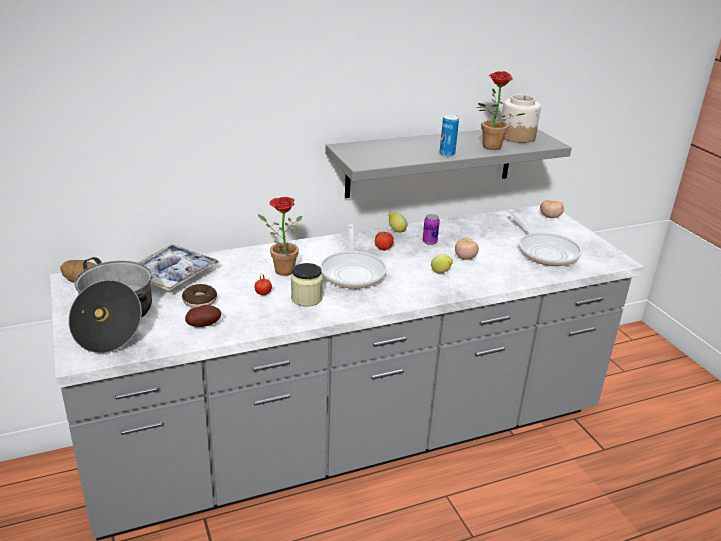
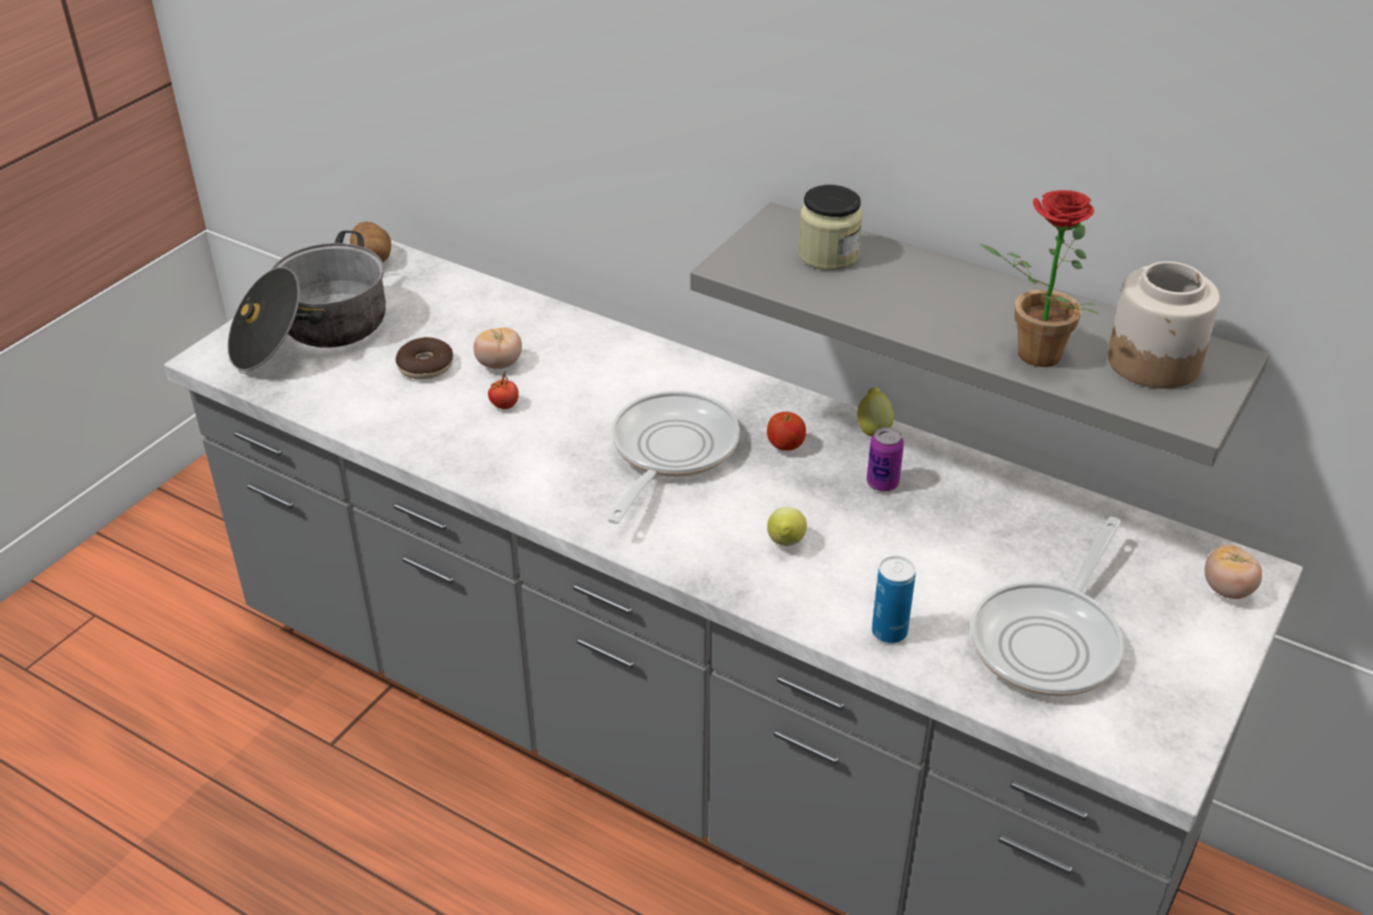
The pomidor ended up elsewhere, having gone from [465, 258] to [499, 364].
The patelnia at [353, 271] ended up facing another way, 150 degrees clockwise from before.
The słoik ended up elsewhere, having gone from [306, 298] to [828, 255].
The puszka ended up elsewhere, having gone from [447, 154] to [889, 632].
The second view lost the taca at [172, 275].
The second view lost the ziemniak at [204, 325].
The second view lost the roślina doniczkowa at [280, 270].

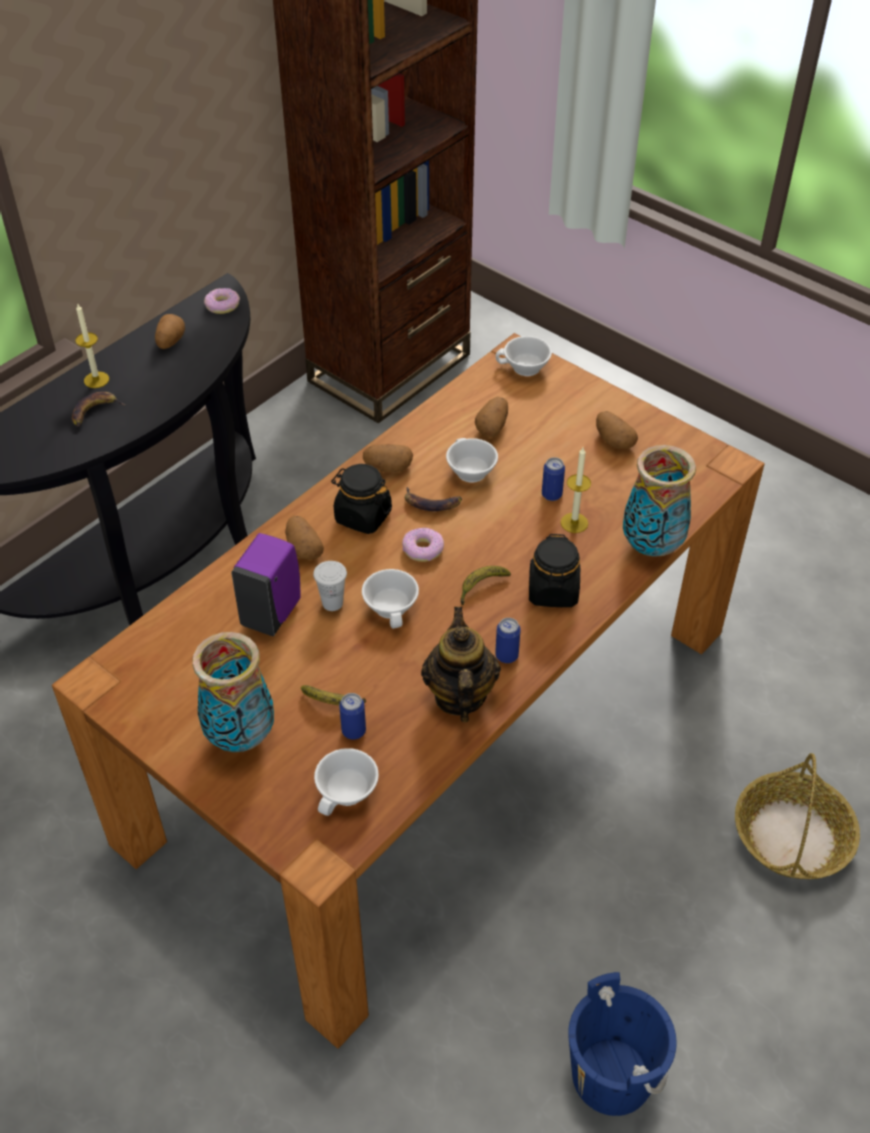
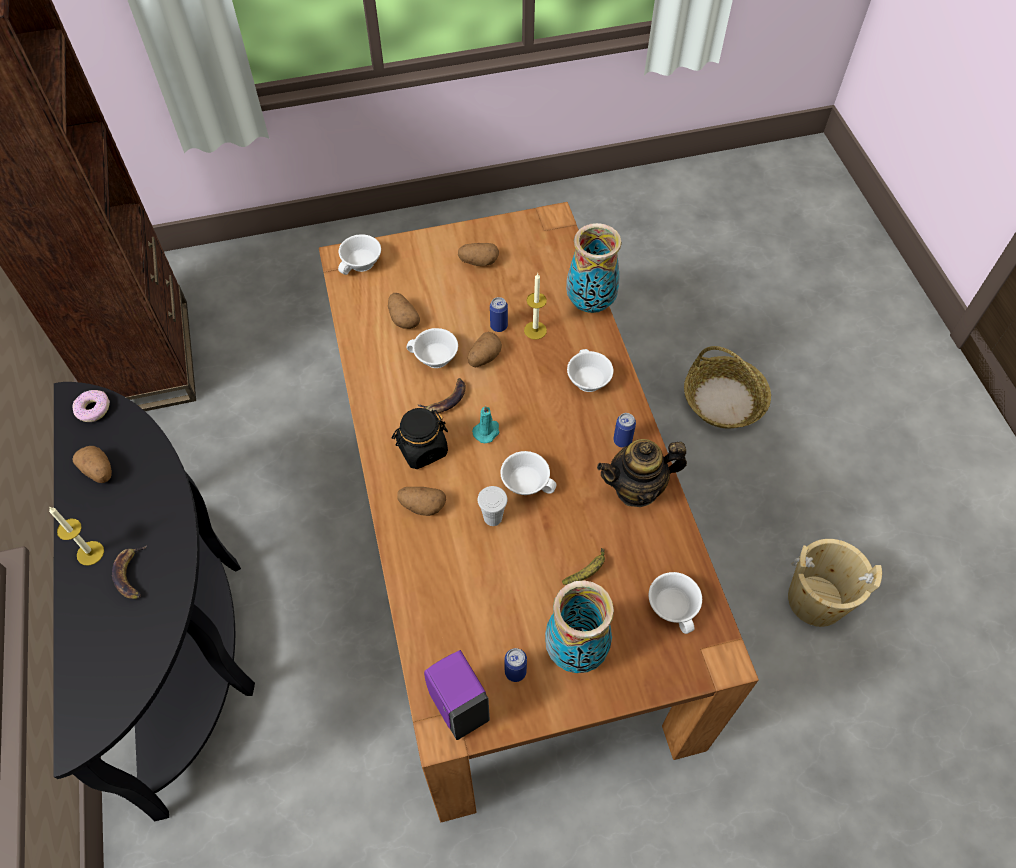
The dozownik mydła [fioletowy] ended up elsewhere, having gone from [272, 612] to [458, 705].
The ziemniak ended up elsewhere, having gone from [388, 468] to [484, 357].
Where the donut stood at [423, 549], the świeca [turkusowy] came to stand at [487, 431].
The puszka ended up elsewhere, having gone from [353, 731] to [515, 672].
Where the słoik [czarny] stood at [553, 591], the filiżanka [biały] came to stand at [586, 380].
The imbryk at [459, 695] ended up facing another way, 45 degrees counterclockwise from before.
What was the wiadro [niebieski] at [612, 1075] turned into the wiadro [beżowy] at [816, 600].
The second view lost the banan at [481, 587].

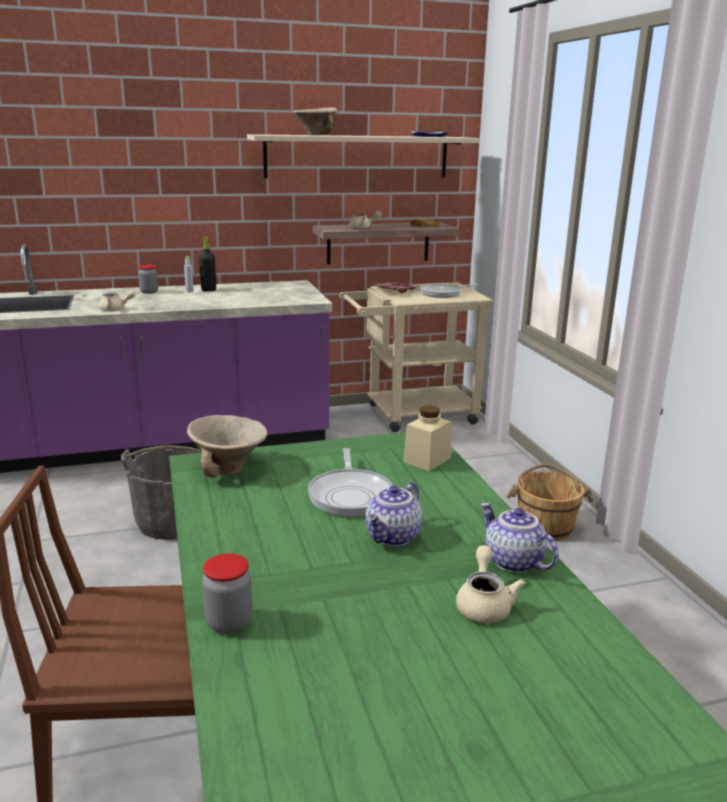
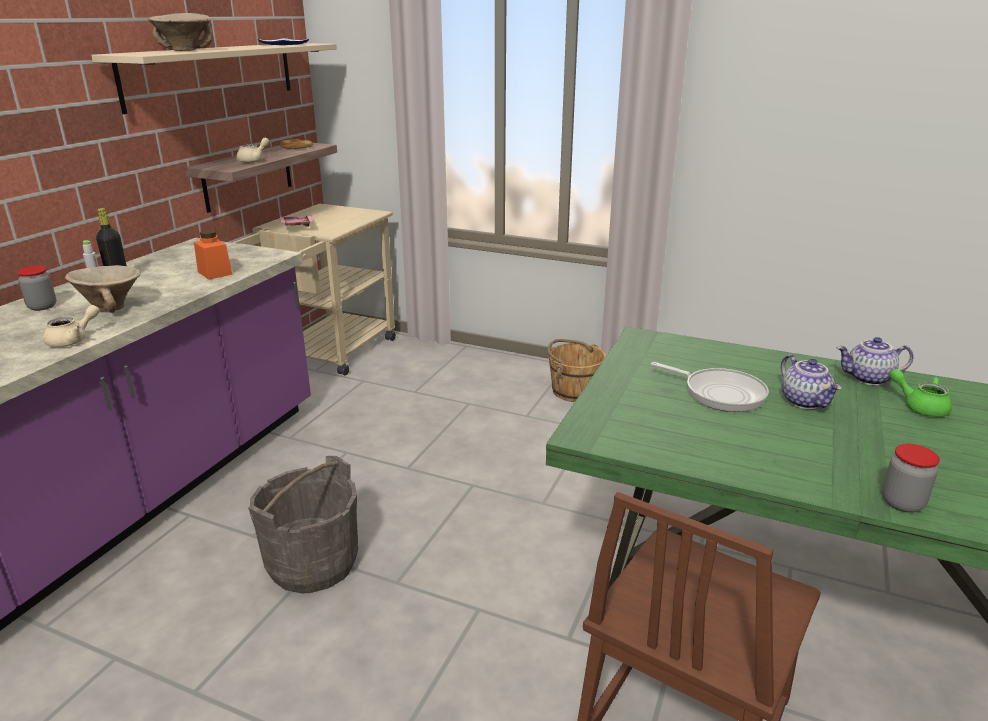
The miska [beżowy] ended up elsewhere, having gone from [230, 468] to [112, 307].
The second view gained the słoik [pomarańczowy] at [215, 273].
What was the imbryk [beżowy] at [484, 604] turned into the imbryk [zielony] at [919, 406].
The second view lost the słoik [beżowy] at [427, 460].
The second view lost the patelnia at [443, 293].

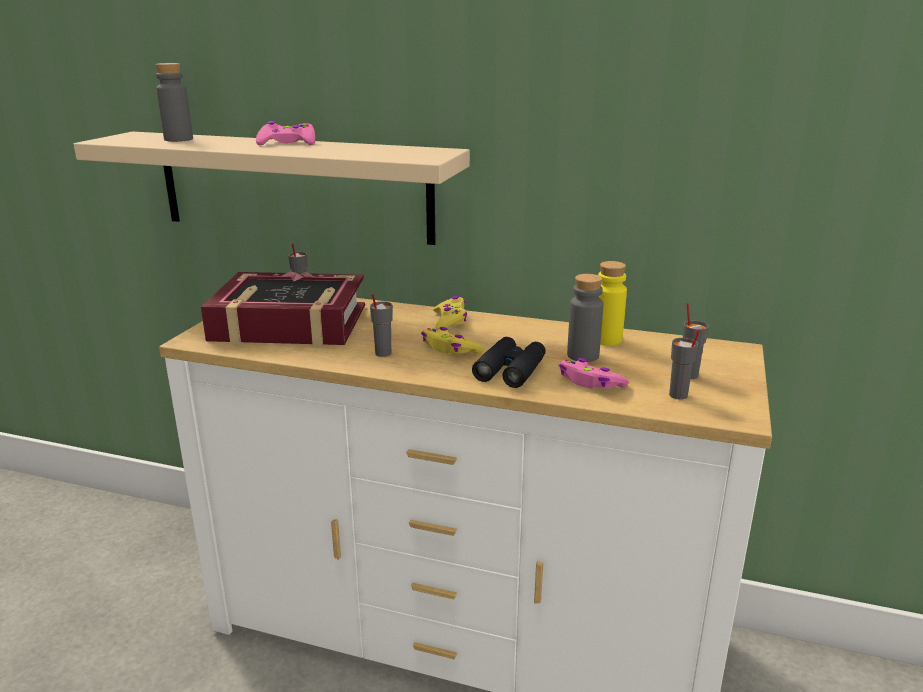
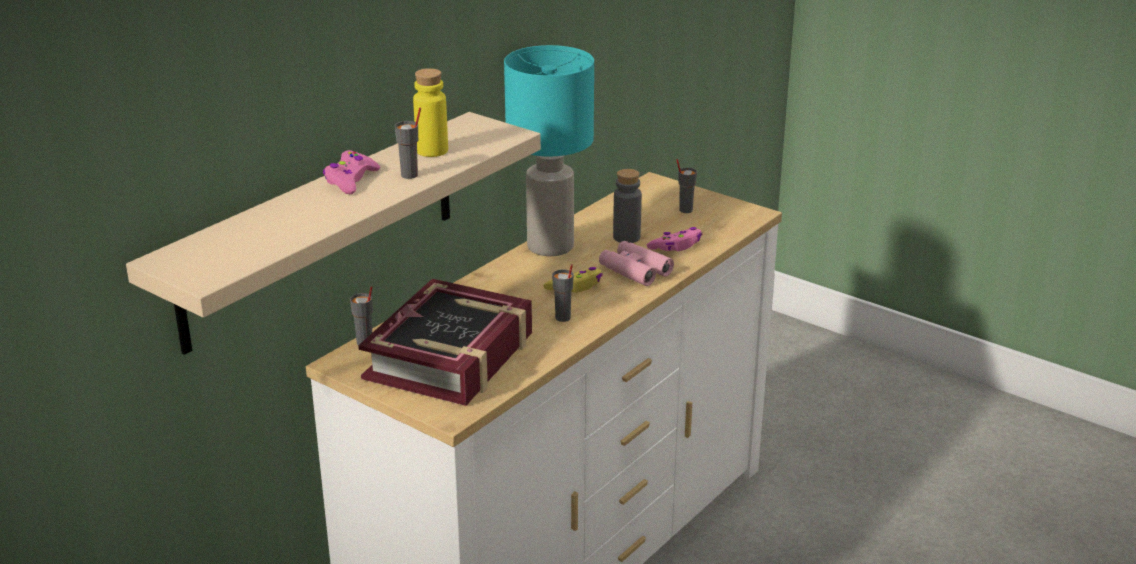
The filiżanka [szary] ended up elsewhere, having gone from [678, 395] to [410, 175].
The butelka [żółty] ended up elsewhere, having gone from [606, 339] to [432, 151].
The second view gained the lampa stołowa [turkusowy] at [551, 246].
What was the lornetka [czarny] at [510, 370] turned into the lornetka [różowy] at [635, 270].
The second view lost the butelka [szary] at [178, 139].
The second view lost the pad do gier [żółty] at [450, 321].

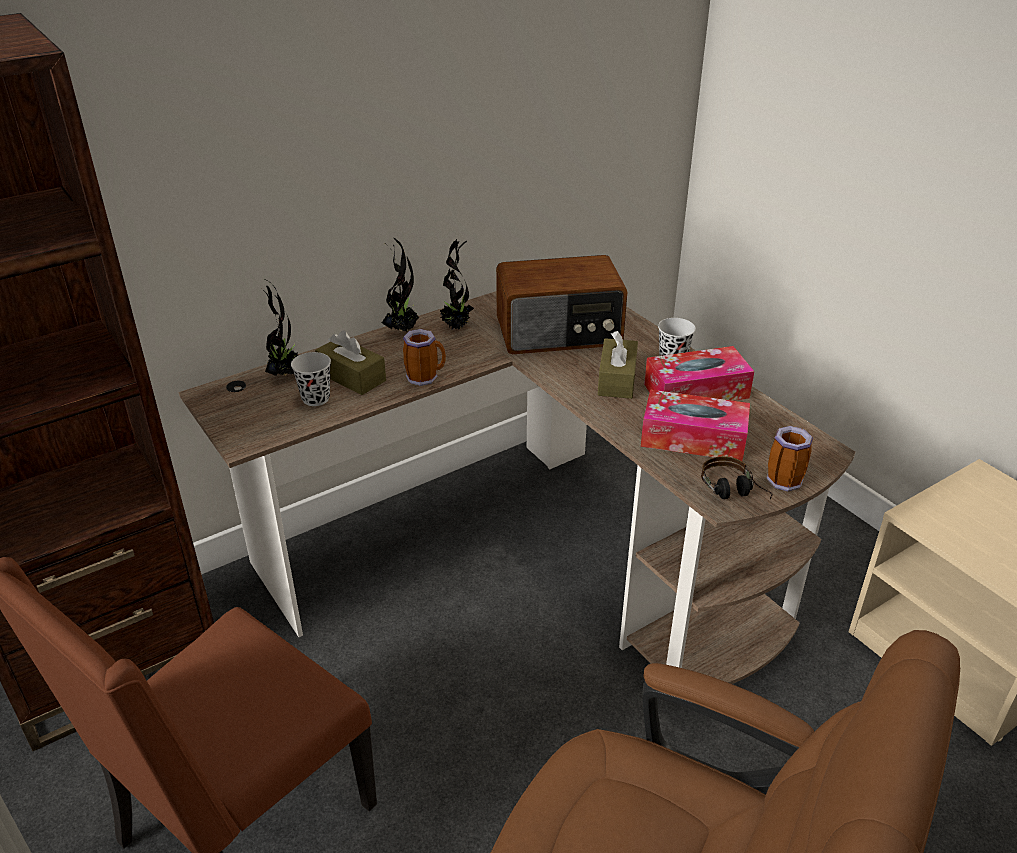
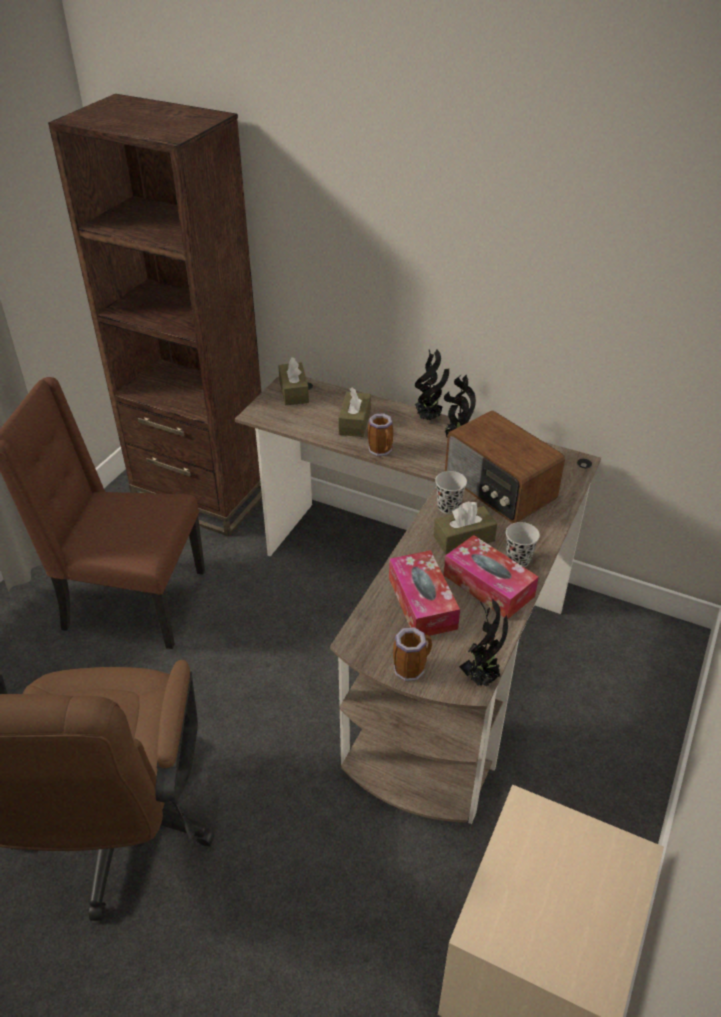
The second view gained the pudełko chusteczek [brązowy] at [294, 392].
The filiżanka [czarny] ended up elsewhere, having gone from [316, 398] to [448, 507].
The roślina doniczkowa ended up elsewhere, having gone from [285, 373] to [482, 677].
The second view lost the słuchawki at [734, 493].

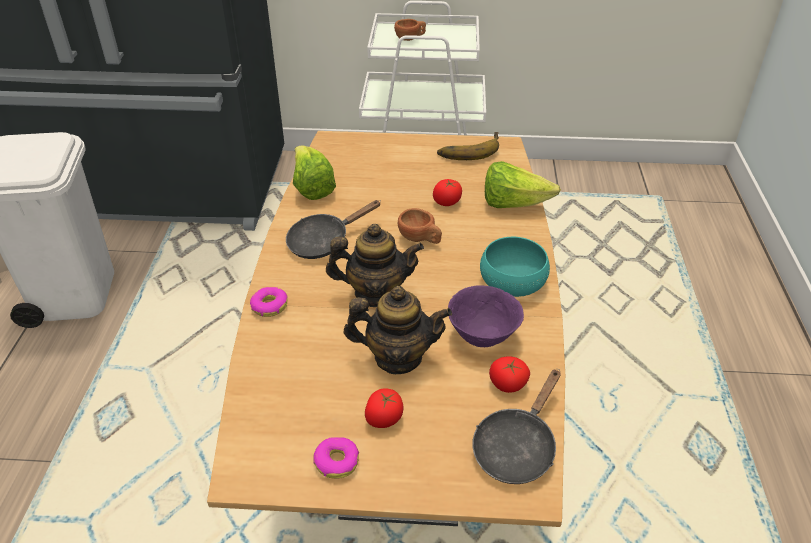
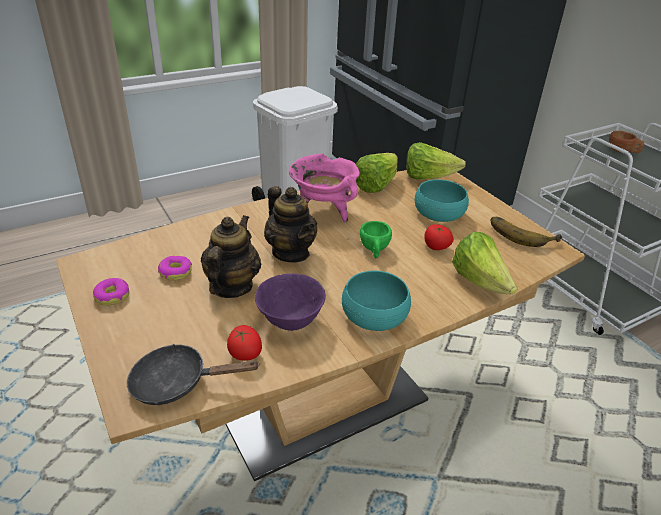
The donut ended up elsewhere, having gone from [269, 306] to [175, 272].
The imbryk at [398, 357] ended up facing another way, 135 degrees counterclockwise from before.
Where the patelnia [czarny] stood at [323, 241], the garnek [różowy] came to stand at [323, 211].
What was the filiżanka [brązowy] at [420, 239] turned into the filiżanka [zielony] at [374, 250].
The second view gained the sałata at [428, 177].
The second view gained the miska [turkusowy] at [438, 213].
The second view lost the pomidor at [384, 419].

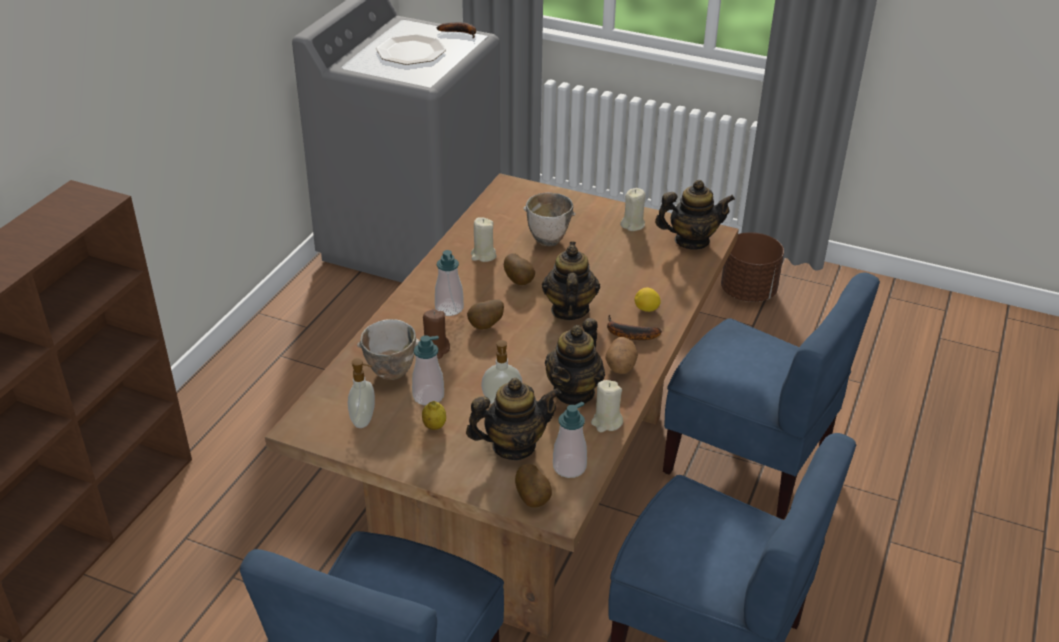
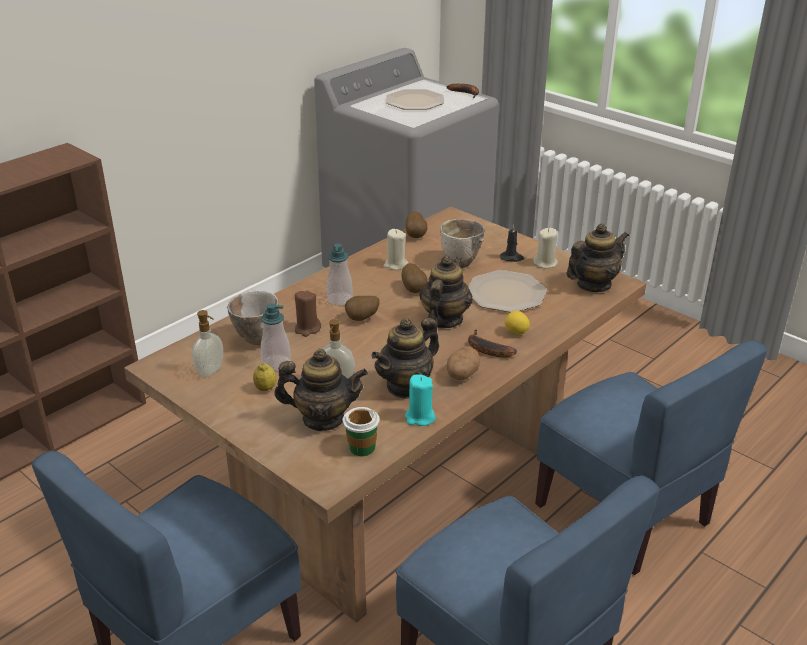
Where the dozownik mydła stood at [569, 467], the filiżanka came to stand at [361, 447].
What was the świeca [beżowy] at [606, 422] turned into the świeca [turkusowy] at [420, 417].
The ziemniak ended up elsewhere, having gone from [533, 498] to [416, 235].
The second view gained the talerz at [506, 294].
The second view gained the świeca [czarny] at [512, 258].
The imbryk at [691, 241] ended up facing another way, 45 degrees counterclockwise from before.
The second view lost the donica [brązowy] at [748, 292].

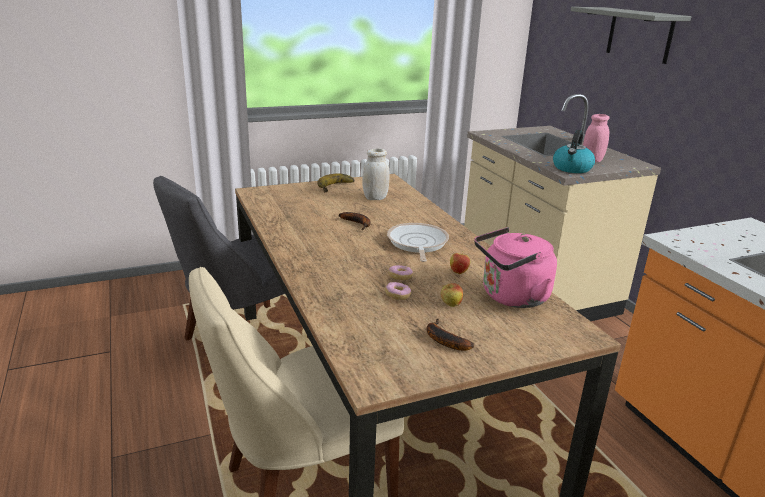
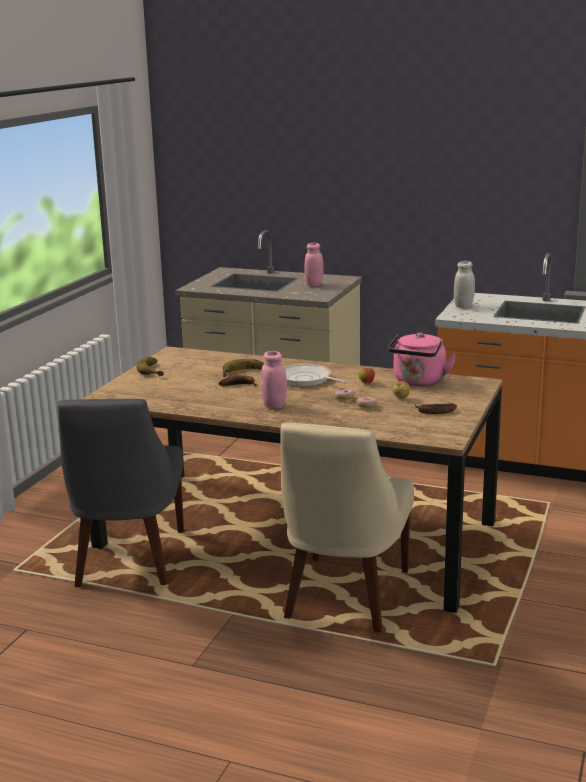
The second view gained the banan at [244, 373].
The second view gained the słoik [różowy] at [274, 405].
The słoik [biały] ended up elsewhere, having gone from [375, 198] to [463, 306].
The second view lost the czajnik at [572, 168].
The second view lost the półka [szary] at [639, 35].

